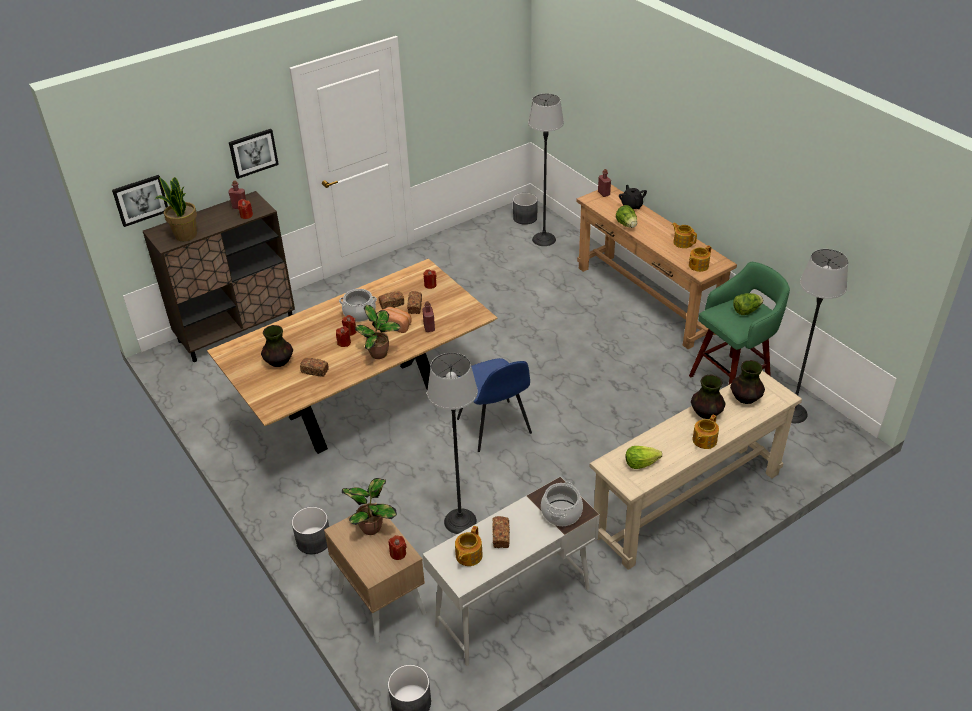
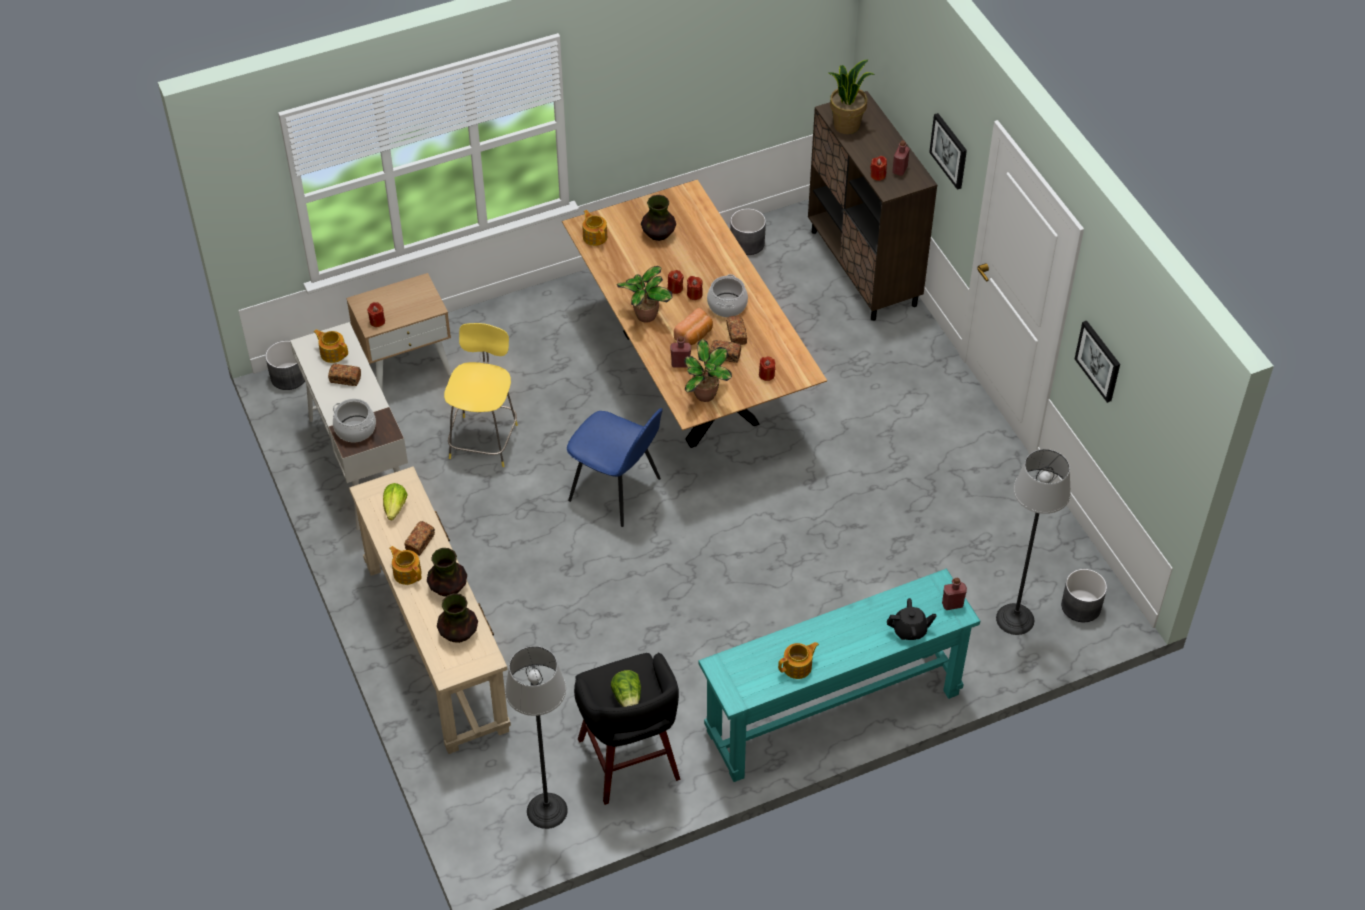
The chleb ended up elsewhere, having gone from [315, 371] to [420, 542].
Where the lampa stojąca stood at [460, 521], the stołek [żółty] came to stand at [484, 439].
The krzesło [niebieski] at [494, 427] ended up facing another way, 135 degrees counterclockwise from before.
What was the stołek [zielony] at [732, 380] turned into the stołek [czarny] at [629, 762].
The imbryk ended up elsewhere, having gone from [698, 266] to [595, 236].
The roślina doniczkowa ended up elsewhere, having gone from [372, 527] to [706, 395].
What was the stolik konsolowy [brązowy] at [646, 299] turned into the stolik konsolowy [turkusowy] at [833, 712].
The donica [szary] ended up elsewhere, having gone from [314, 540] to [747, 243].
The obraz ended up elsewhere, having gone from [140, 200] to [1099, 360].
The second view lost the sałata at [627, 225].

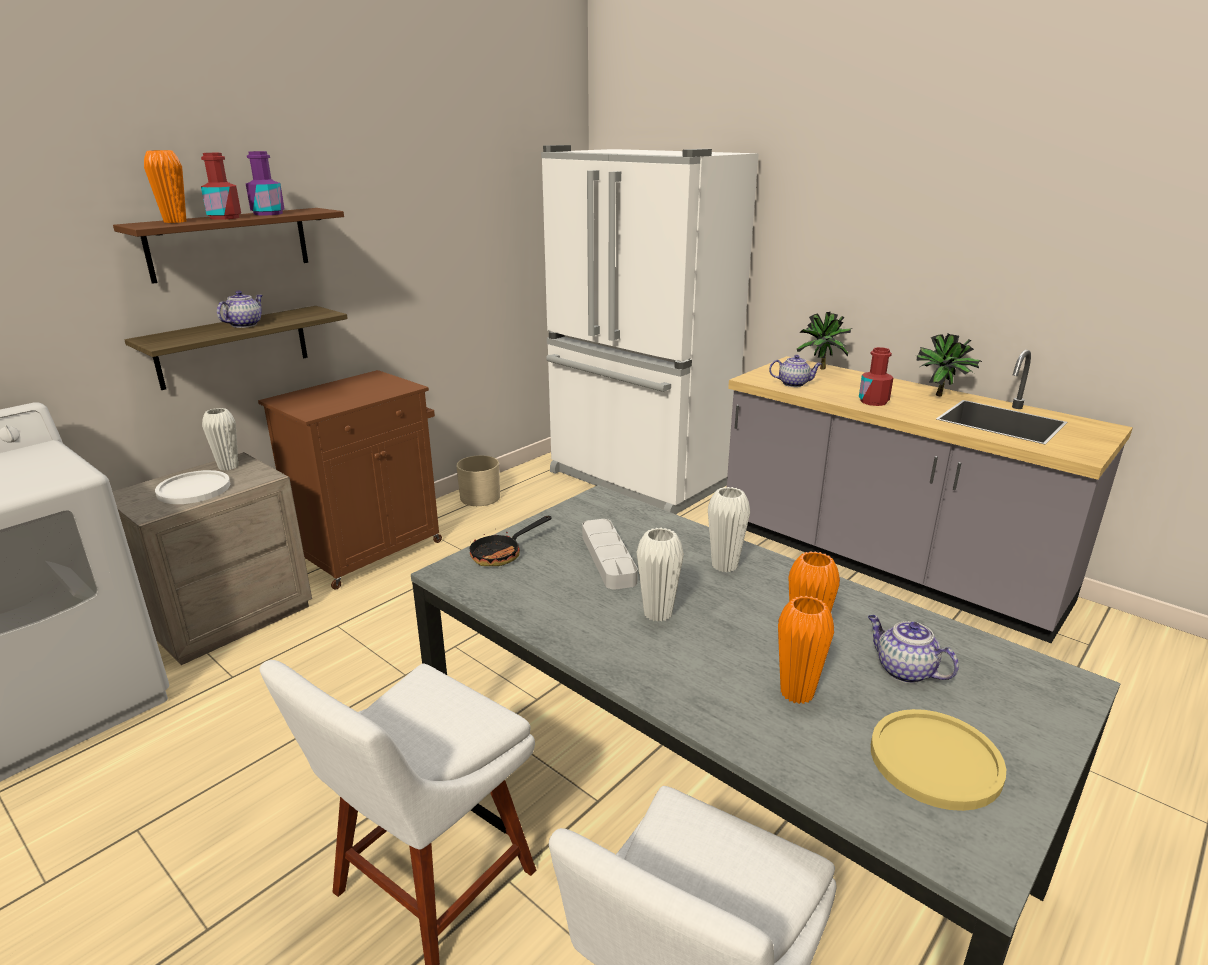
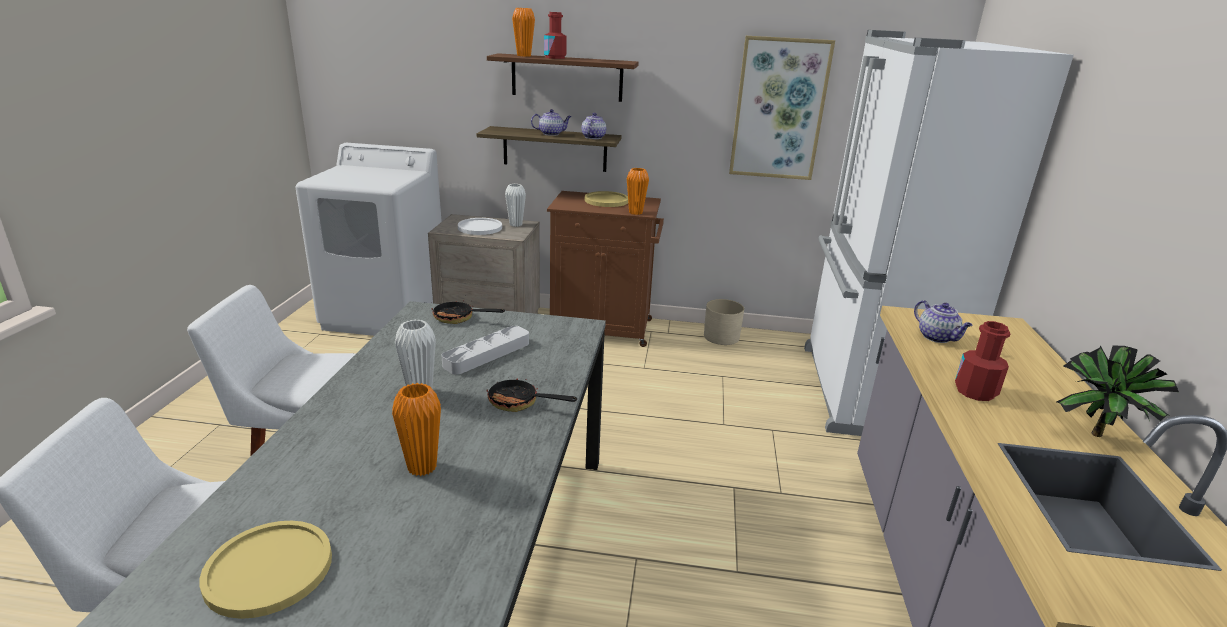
Where the wazon [biały] stood at [724, 565], the patelnia came to stand at [520, 403].
The imbryk ended up elsewhere, having gone from [903, 670] to [593, 137].
The second view gained the talerz [żółty] at [606, 200].
The wazon [pomarańczowy] ended up elsewhere, having gone from [797, 693] to [635, 212].
The second view gained the obraz at [779, 109].
The second view lost the butelka [fioletowy] at [268, 214].
The second view lost the roślina doniczkowa at [821, 369].

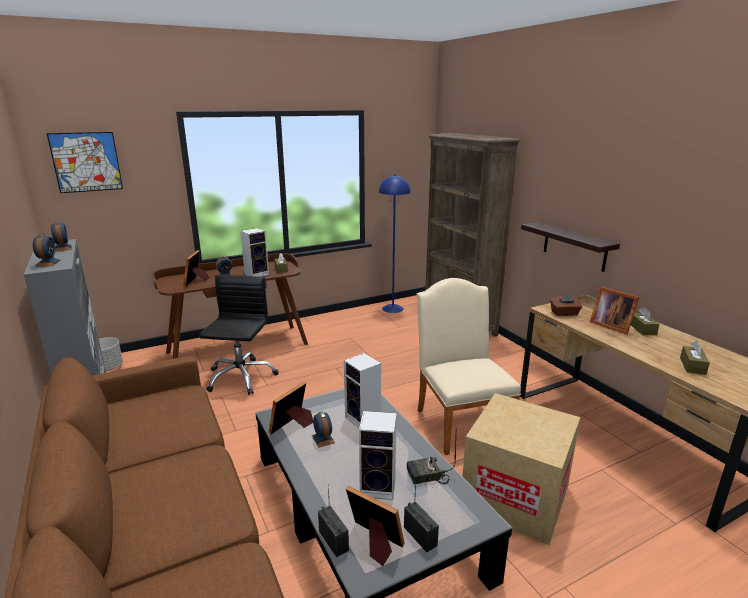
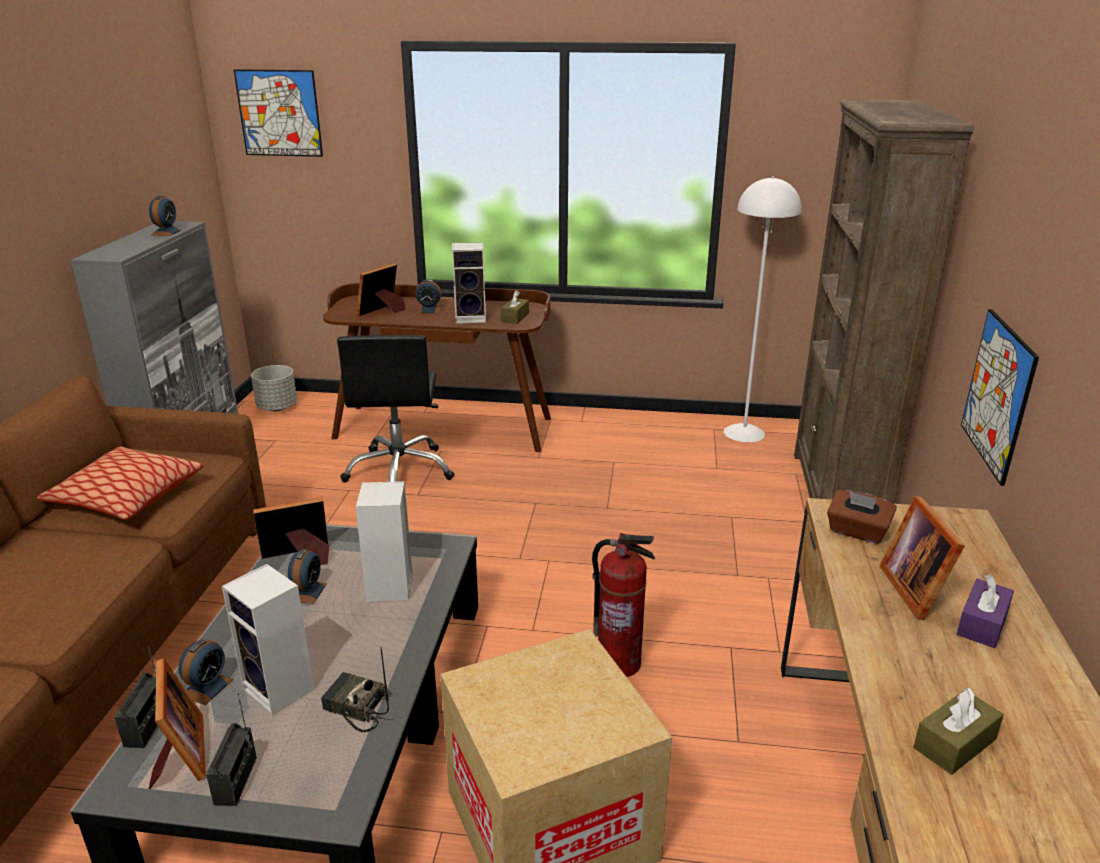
The second view gained the poduszka at [126, 497].
The budzik ended up elsewhere, having gone from [48, 263] to [207, 687].
The krzesło biurowe [czarny] at [240, 377] ended up facing another way, 135 degrees clockwise from before.
Where the krzesło [beżowy] stood at [460, 421], the gaśnica came to stand at [619, 663].
What was the lampa stojąca [niebieski] at [393, 308] turned into the lampa stojąca [biały] at [744, 433].
What was the pudełko chusteczek [brązowy] at [642, 329] turned into the pudełko chusteczek [fioletowy] at [982, 624].
Where the półka hung at [574, 246], the obraz came to hang at [997, 394].

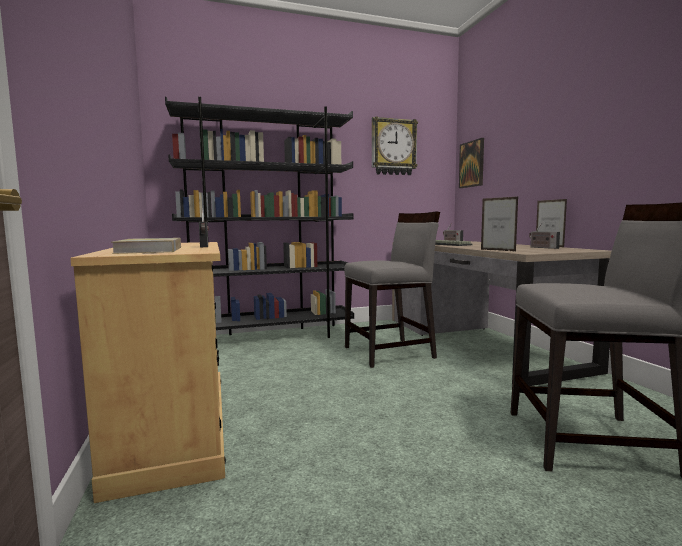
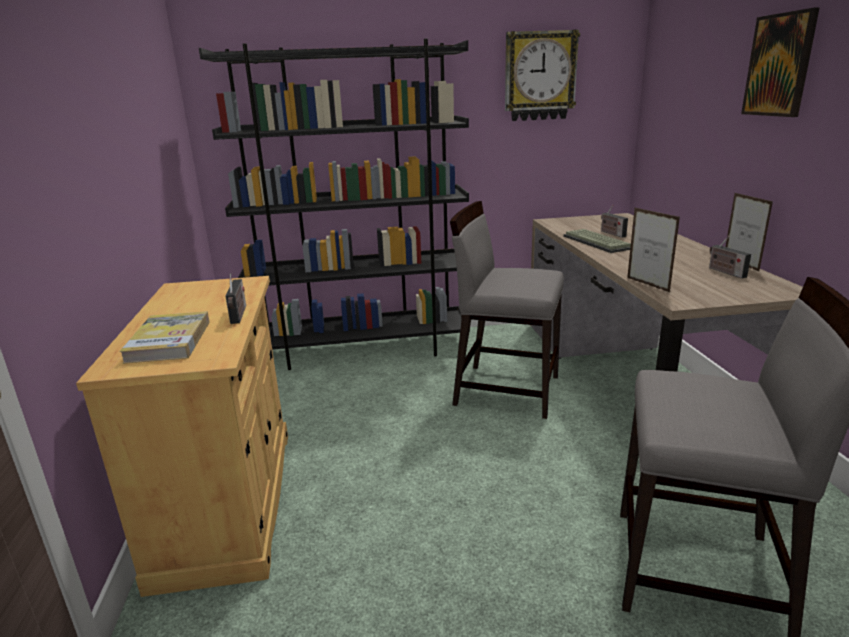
The krzesło [szary] at [390, 352] ended up facing another way, 150 degrees counterclockwise from before.
The obraz ended up elsewhere, having gone from [472, 164] to [779, 65].

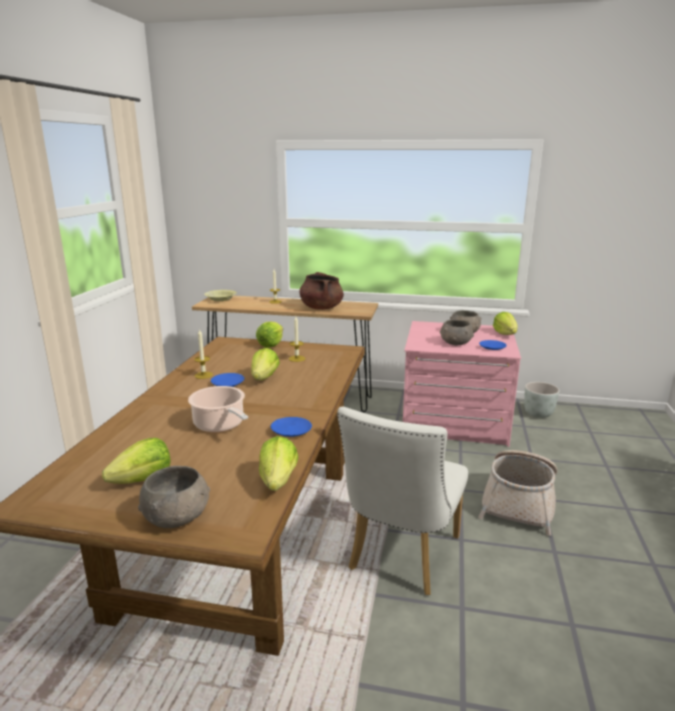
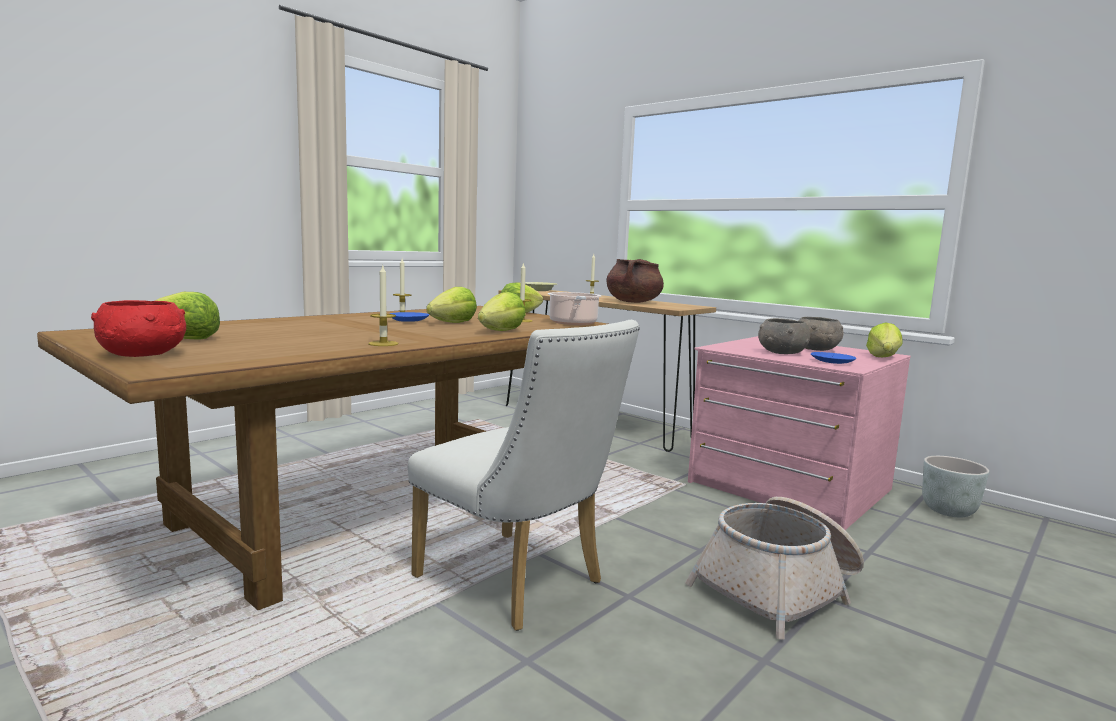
What was the miska [szary] at [178, 517] turned into the miska [czerwony] at [143, 354].
Where the talerz [niebieski] stood at [291, 431], the świeca came to stand at [383, 343].
The krzesło [biały] at [400, 558] ended up facing another way, 105 degrees counterclockwise from before.
The sałata ended up elsewhere, having gone from [278, 481] to [501, 331].
The garnek ended up elsewhere, having gone from [220, 425] to [573, 323].

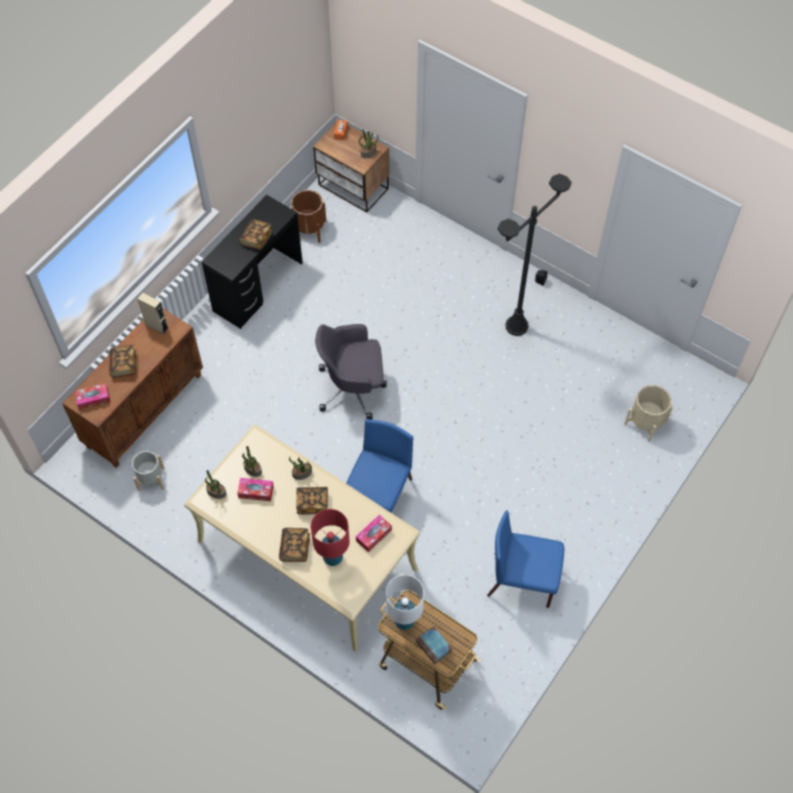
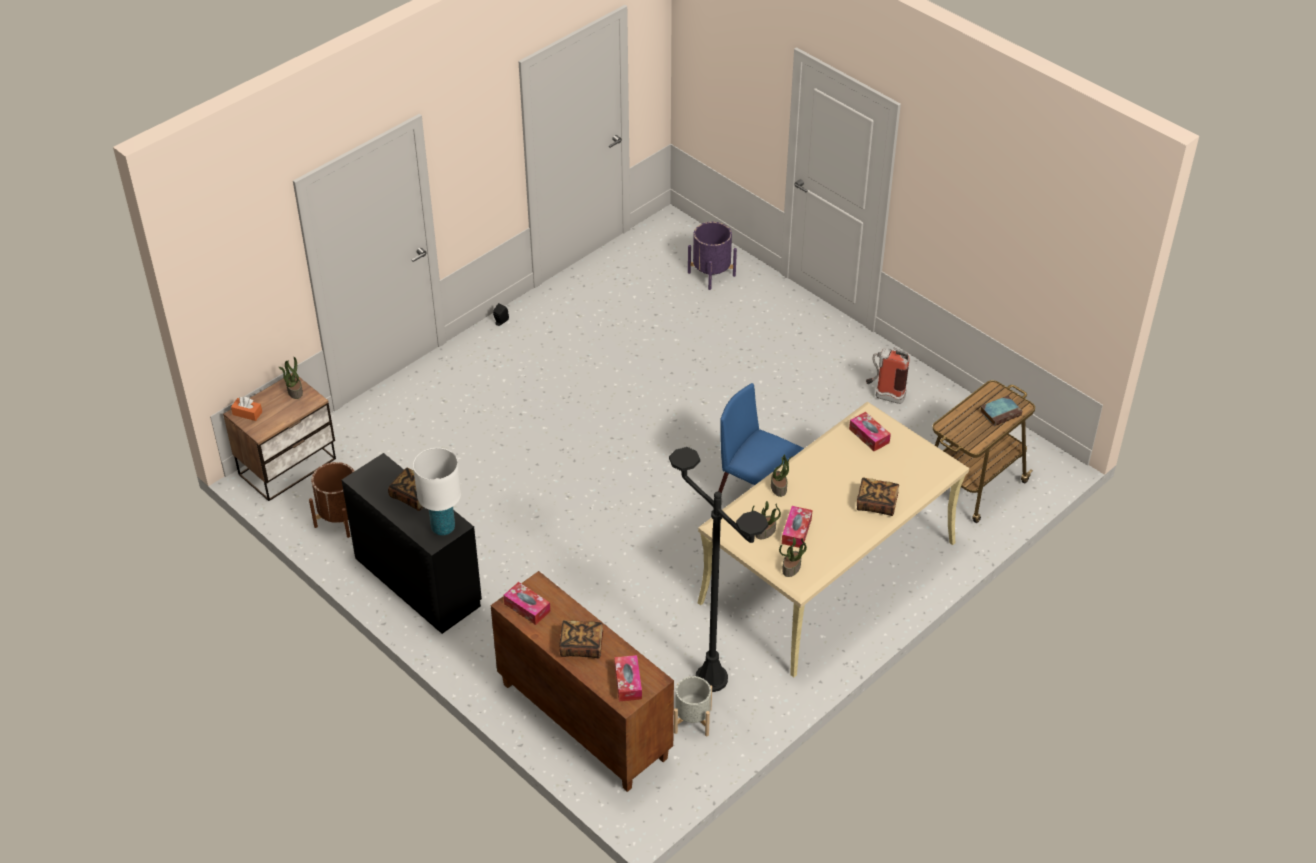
The lampa stołowa [biały] ended up elsewhere, having gone from [404, 621] to [443, 527].
Where the głośnik [beżowy] stood at [156, 326], the pudełko chusteczek came to stand at [527, 607].
The lampa stojąca [czarny] ended up elsewhere, having gone from [516, 326] to [711, 679].
What was the donica [beżowy] at [645, 423] turned into the donica [fioletowy] at [711, 274].
Where the krzesło [niebieski] stood at [523, 580], the gaśnica came to stand at [884, 396].
The second view lost the książka at [312, 503].
The second view lost the lampa stołowa [czerwony] at [333, 557].
The second view lost the krzesło biurowe [szary] at [353, 388].

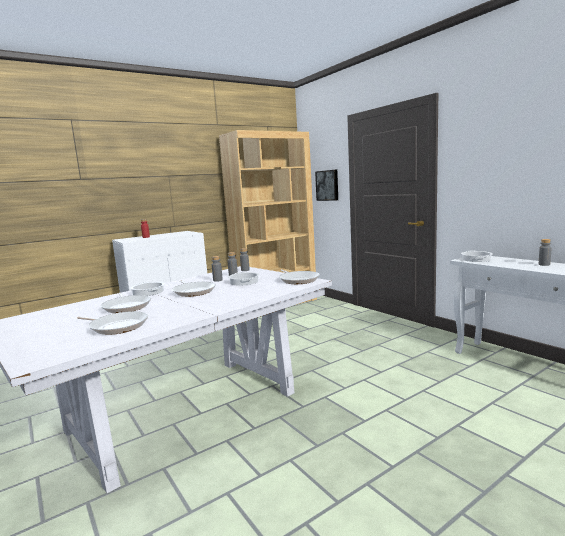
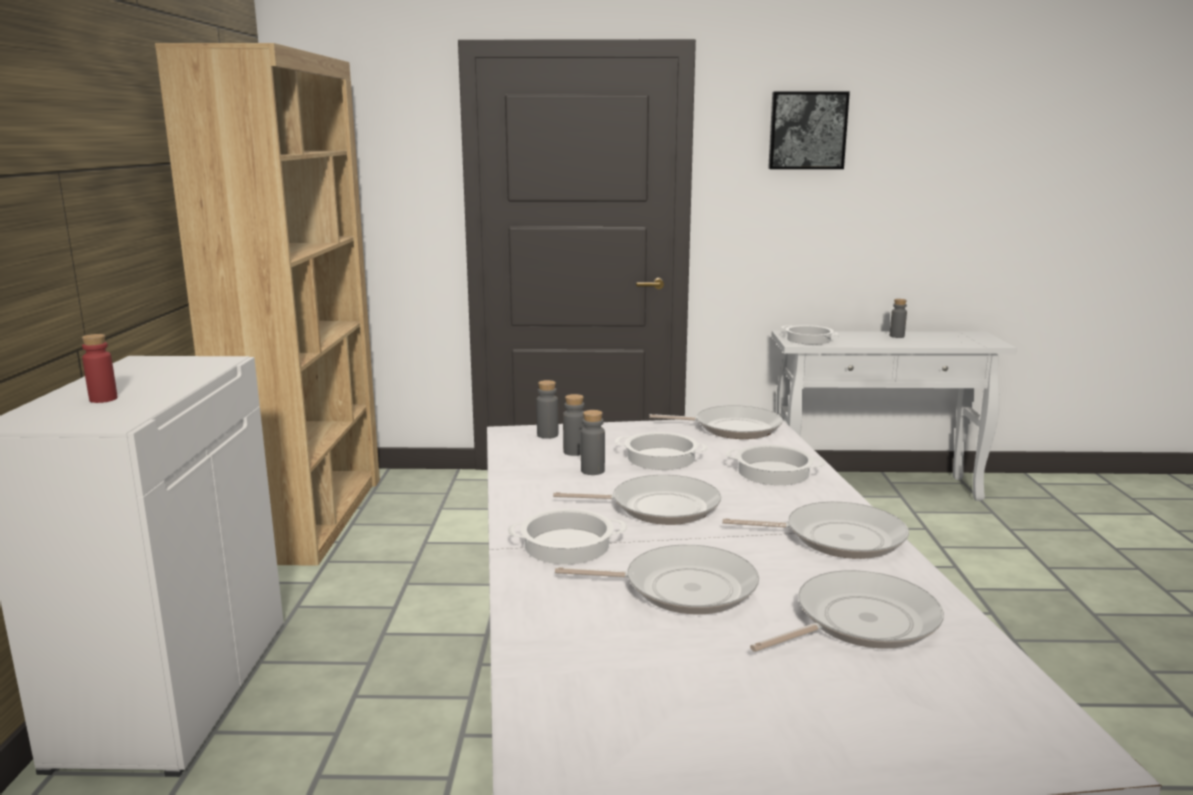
The second view gained the patelnia at [837, 538].
The second view gained the garnek at [773, 473].
The obraz ended up elsewhere, having gone from [327, 185] to [807, 130].

